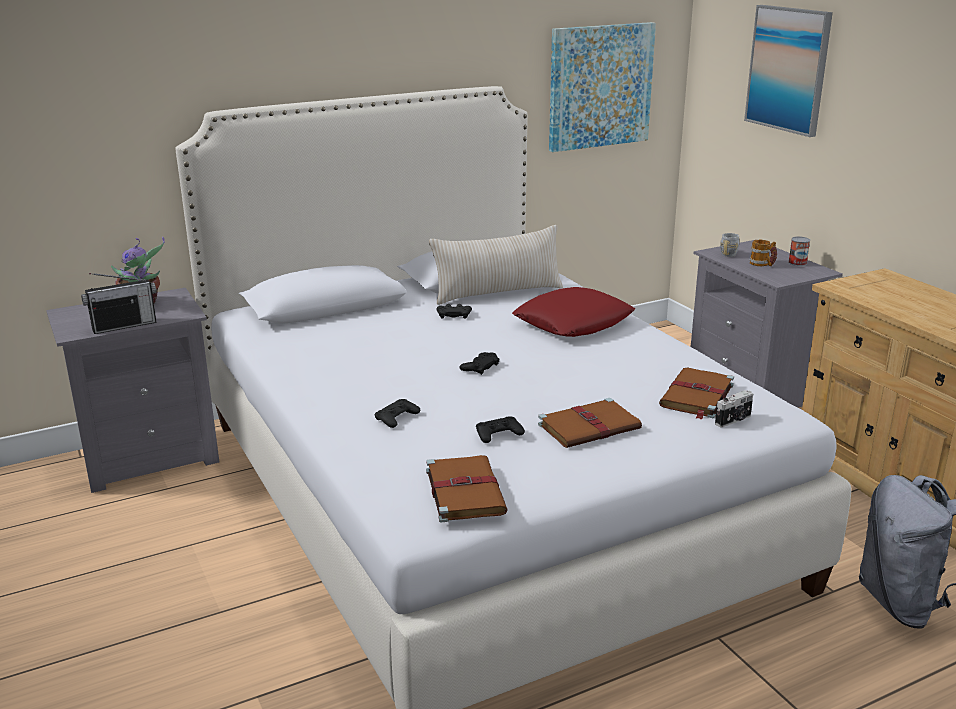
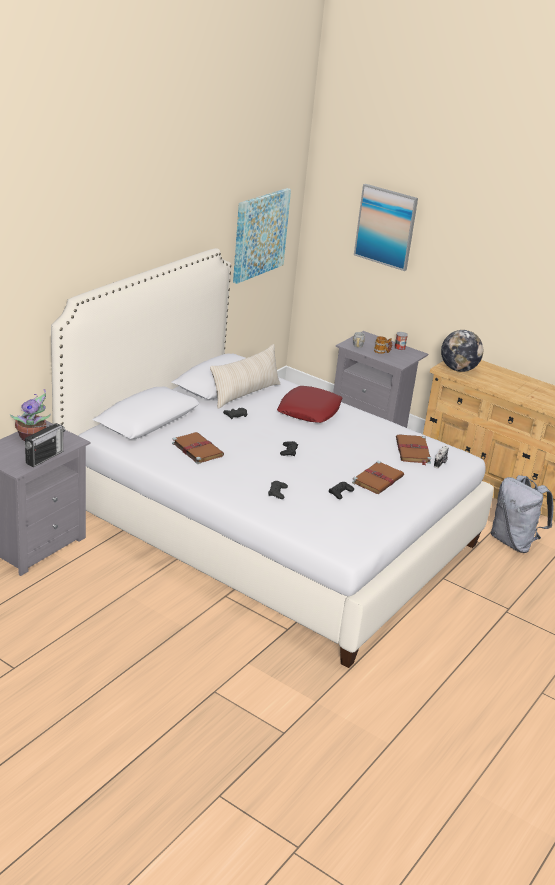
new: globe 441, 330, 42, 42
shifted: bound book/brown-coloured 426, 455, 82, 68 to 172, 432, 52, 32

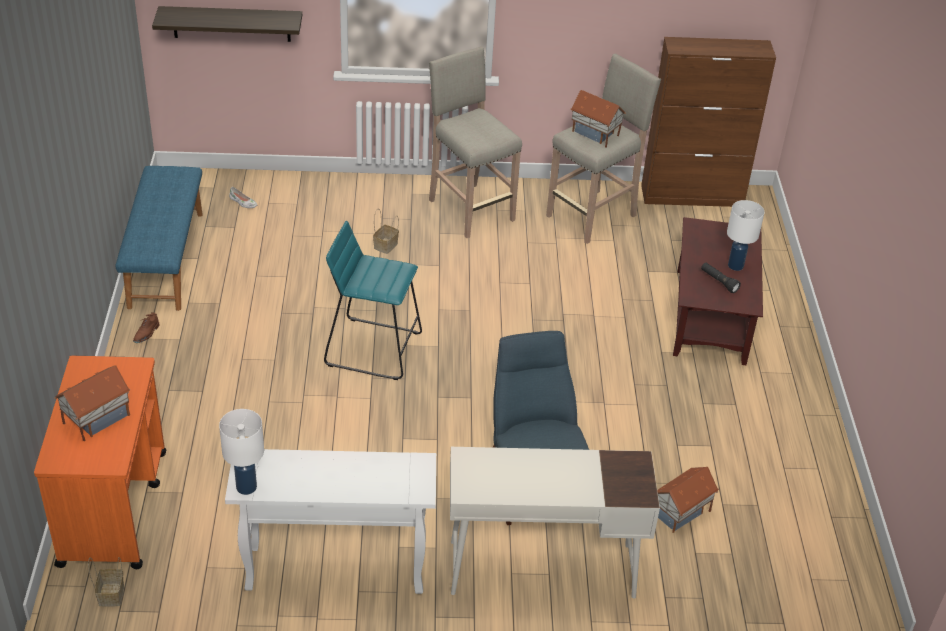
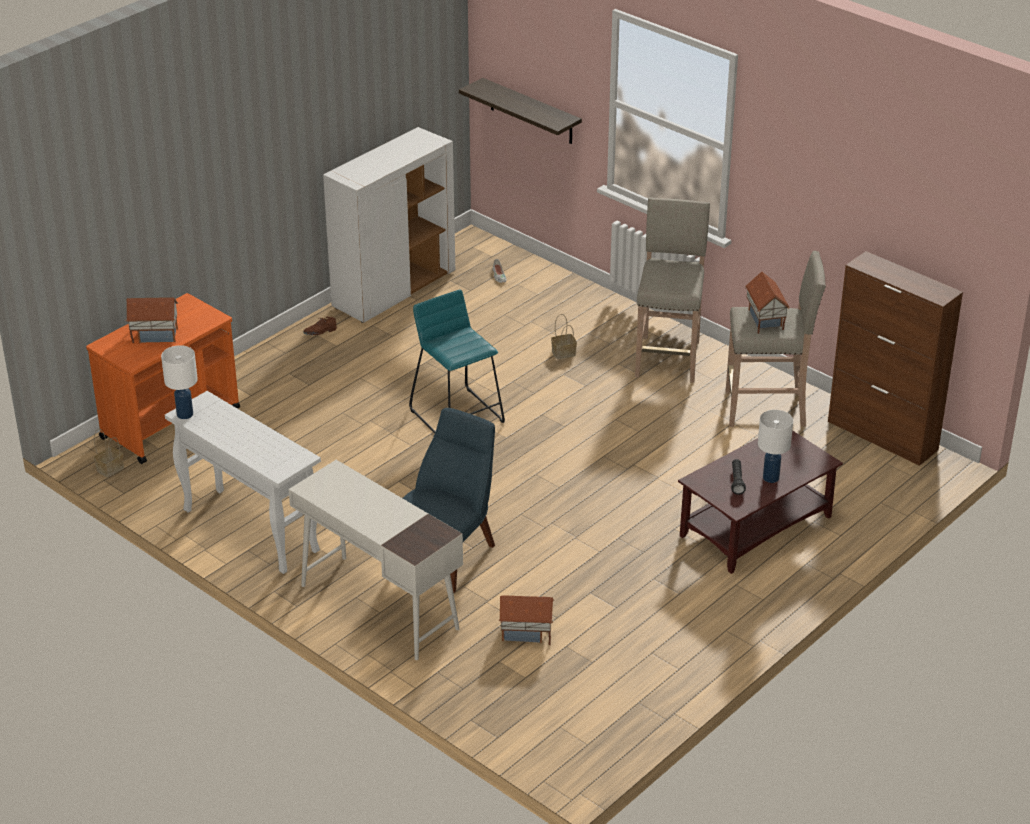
swapped: bench/blue-coloured 115, 166, 88, 145 to cabinet/white 323, 127, 132, 196

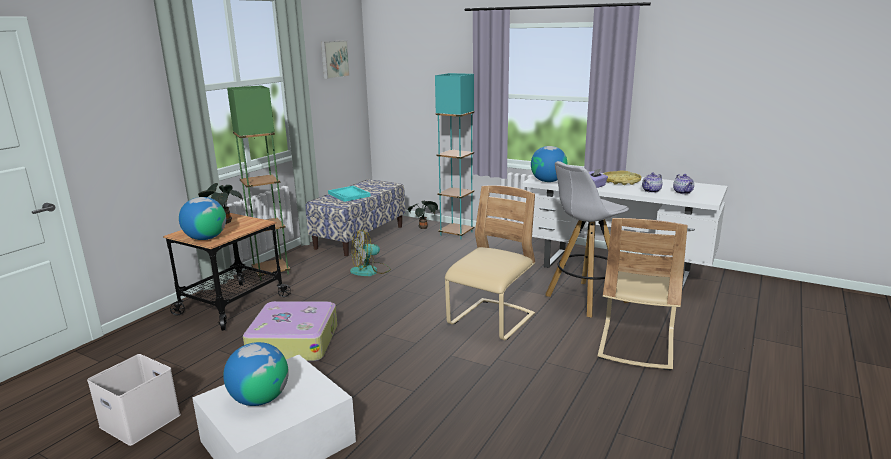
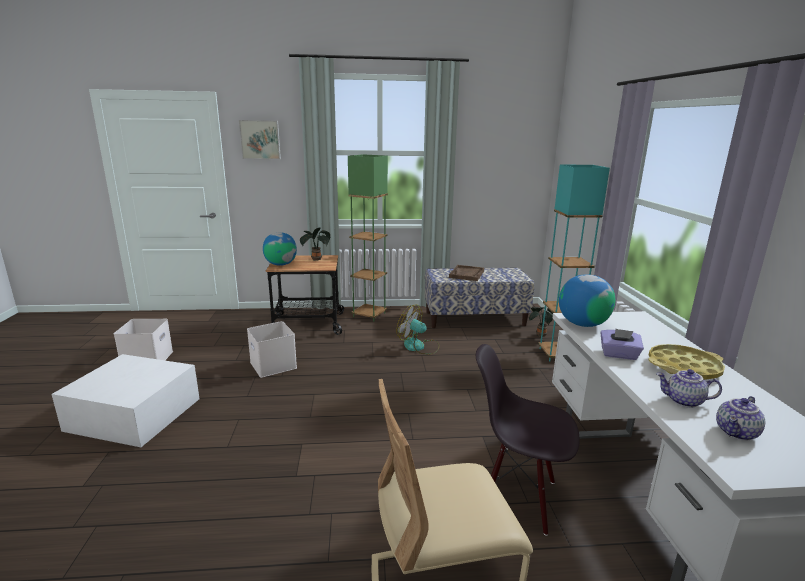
gone: globe 223, 342, 66, 64; plain chair/beige 445, 185, 90, 155
shifted: wall art 321, 40, 29, 39 to 239, 120, 42, 39
swapped: piece of luggage 243, 301, 94, 61 to storage box/white 247, 321, 50, 57; stool/white 545, 161, 84, 157 to plain chair/blackish 476, 344, 104, 192
repainted: carrying tray/blue-green 328, 186, 43, 16 to carrying tray/brown-coloured 449, 265, 35, 16

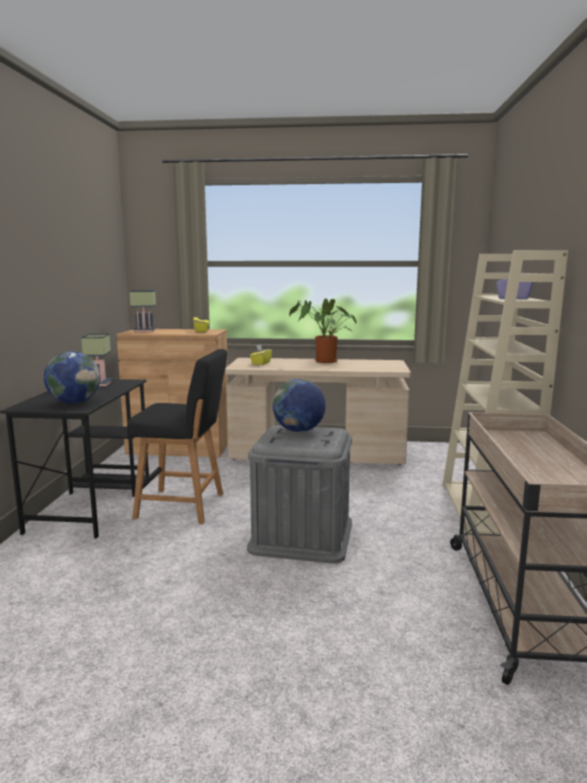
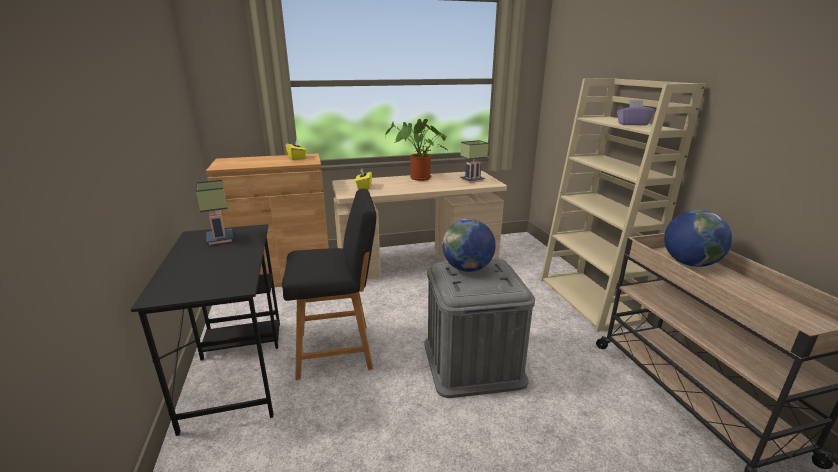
shifted: globe 44, 351, 56, 53 to 664, 210, 68, 57; table lamp 129, 290, 27, 42 to 460, 140, 28, 43

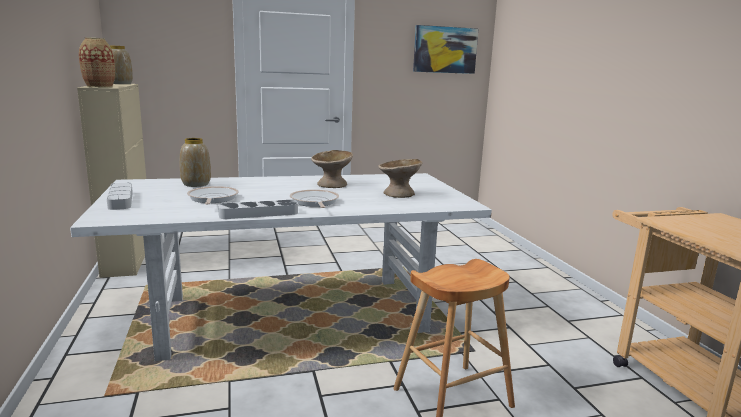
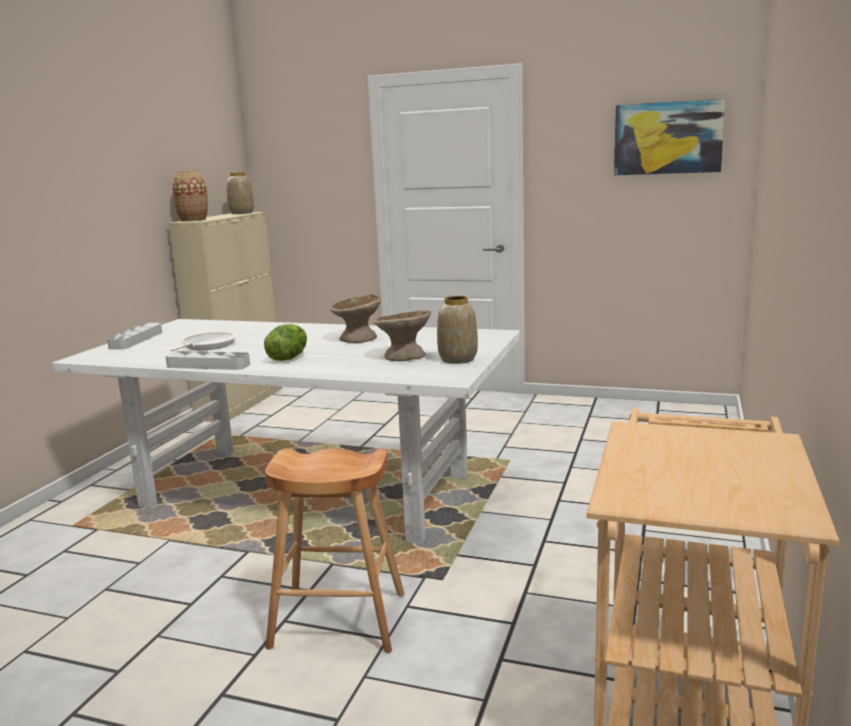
shifted: decorative vase 180, 138, 31, 49 to 437, 296, 41, 68
swapped: frying pan 290, 190, 49, 18 to lettuce 264, 324, 43, 37

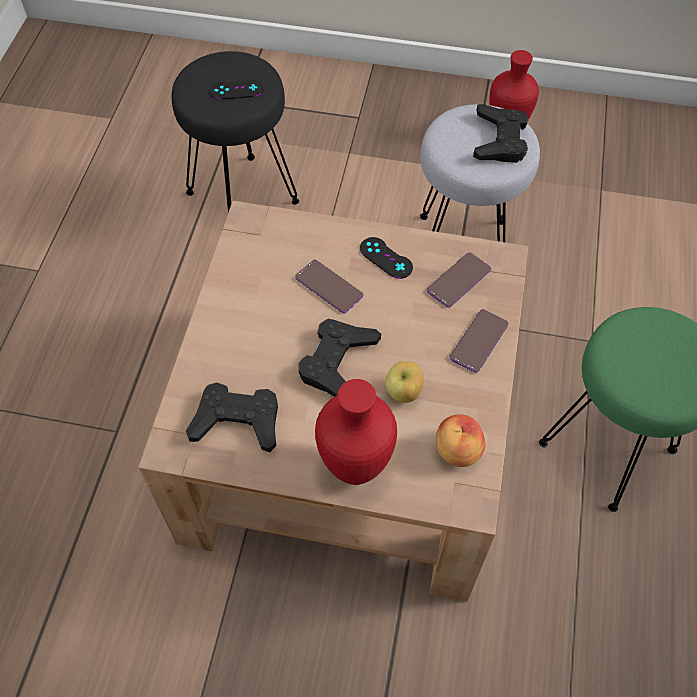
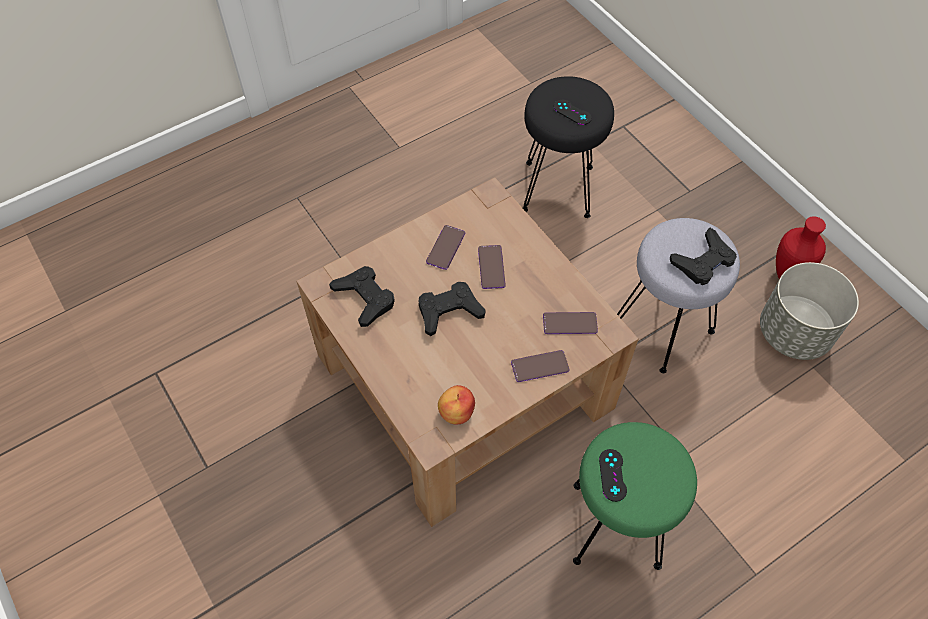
gone: decorative vase/reddish 315, 379, 82, 106; apple 385, 361, 39, 42
new: telephone 426, 225, 39, 45; plant pot/gray 760, 262, 99, 98
shifted: game controller/blackish 360, 237, 53, 42 to 599, 449, 28, 53

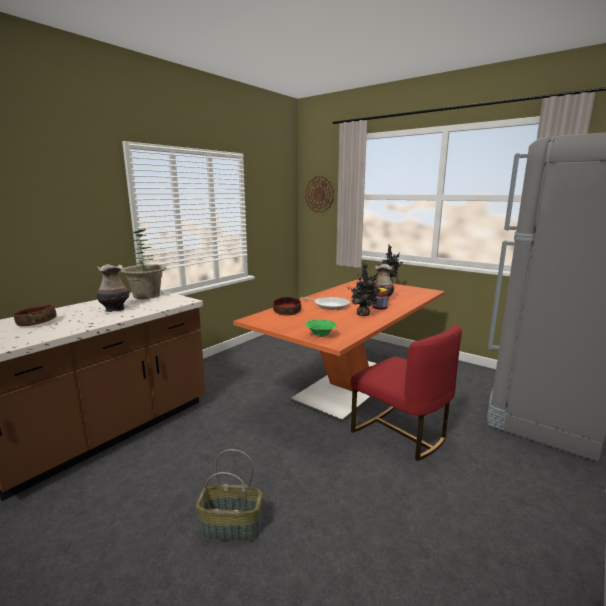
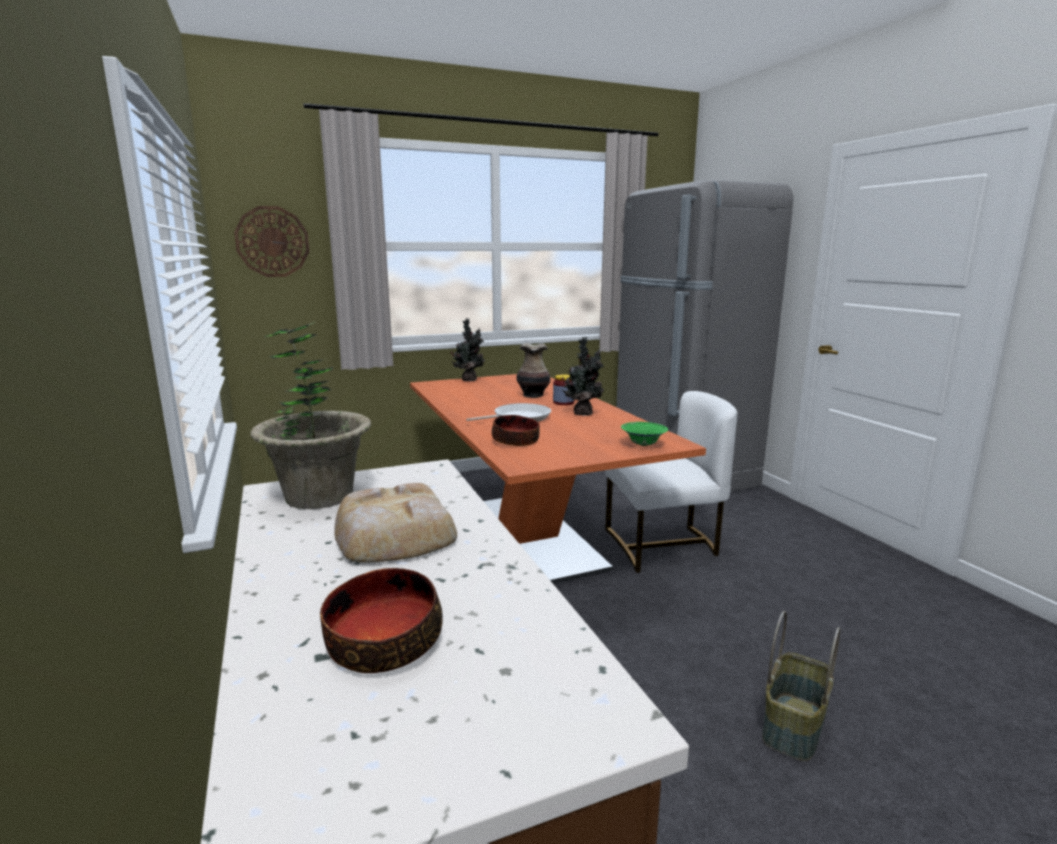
swapped: decorative vase 97, 264, 32, 48 to bakery bread 334, 483, 123, 80
repainted: plain chair/reddish 351, 325, 111, 136 to plain chair/white 605, 391, 132, 182

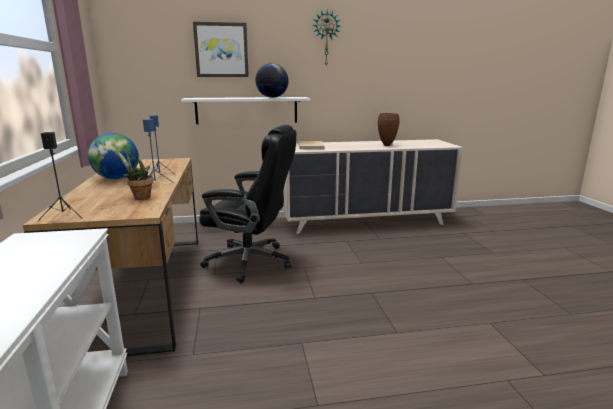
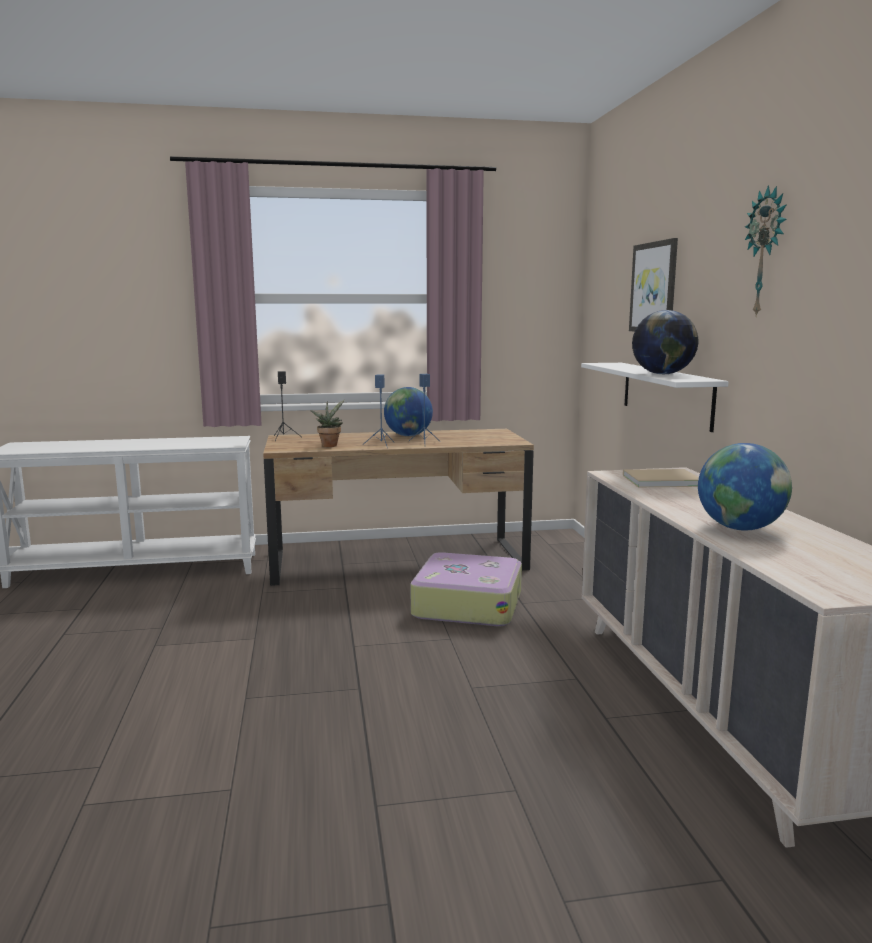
swapped: office chair/blackish 199, 125, 97, 158 to piece of luggage 411, 552, 111, 74; decorative vase/brown-coloured 378, 113, 21, 33 to globe 698, 443, 94, 87

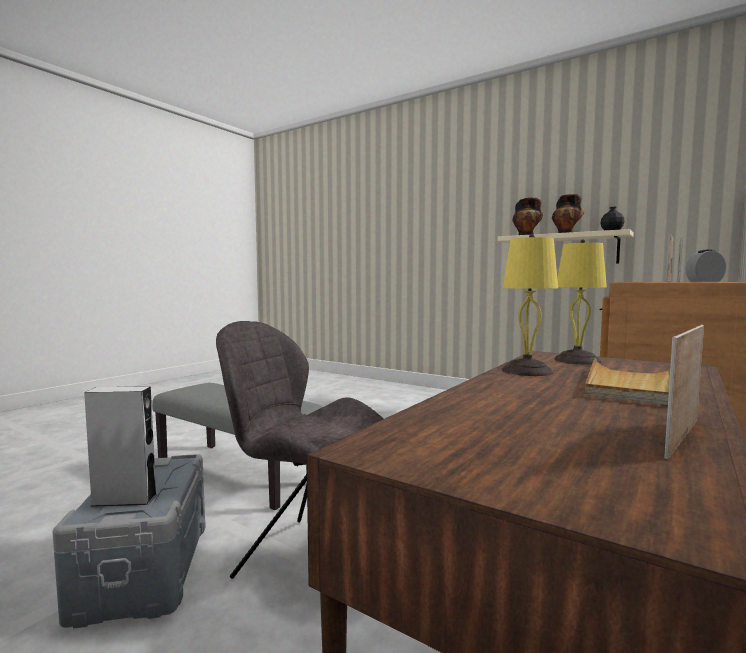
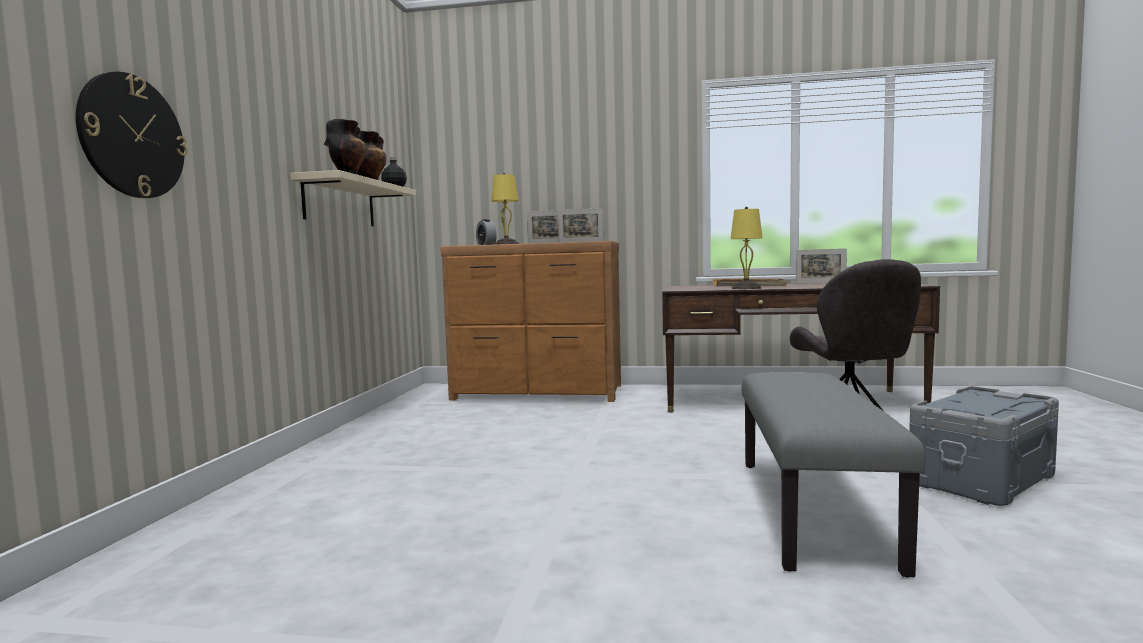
gone: loudspeaker/gray 84, 386, 73, 121
new: clock on the wall 76, 72, 111, 126
shifted: table lamp/yellow 554, 239, 53, 126 to 491, 173, 28, 72

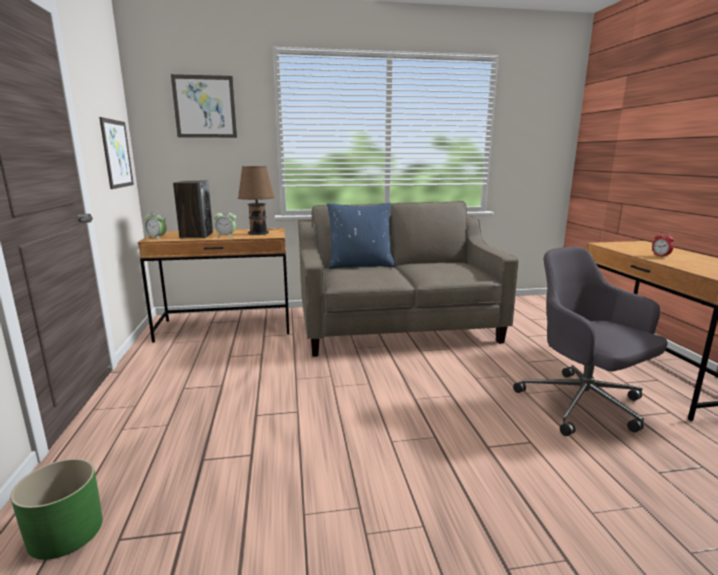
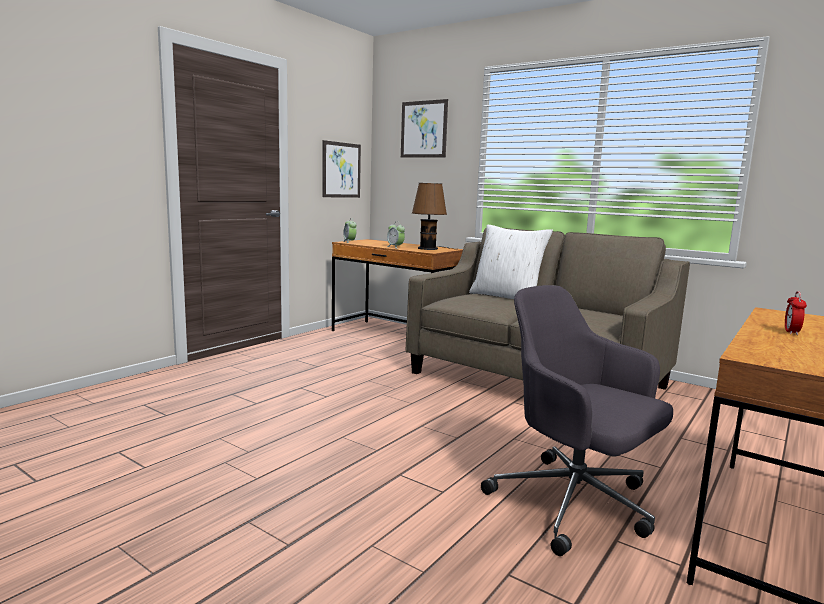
gone: plant pot/green-coloured 11, 459, 92, 101; loudspeaker 173, 180, 40, 59
repainted: cushion/blue-coloured 327, 203, 68, 66 to cushion/white 469, 225, 84, 74
rotated: office chair/gray 513, 247, 155, 189 = 481, 285, 192, 271 60 degrees counterclockwise

